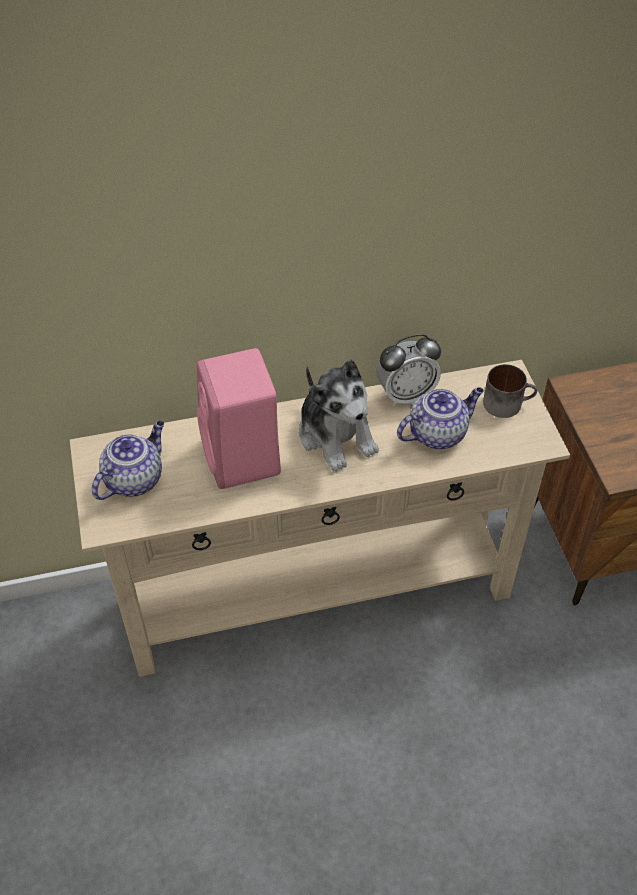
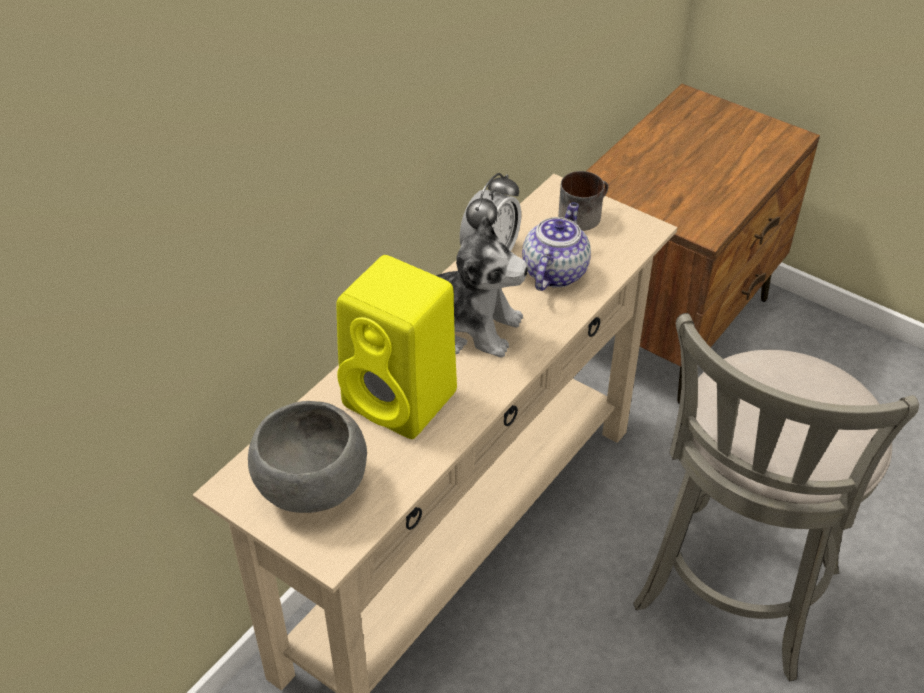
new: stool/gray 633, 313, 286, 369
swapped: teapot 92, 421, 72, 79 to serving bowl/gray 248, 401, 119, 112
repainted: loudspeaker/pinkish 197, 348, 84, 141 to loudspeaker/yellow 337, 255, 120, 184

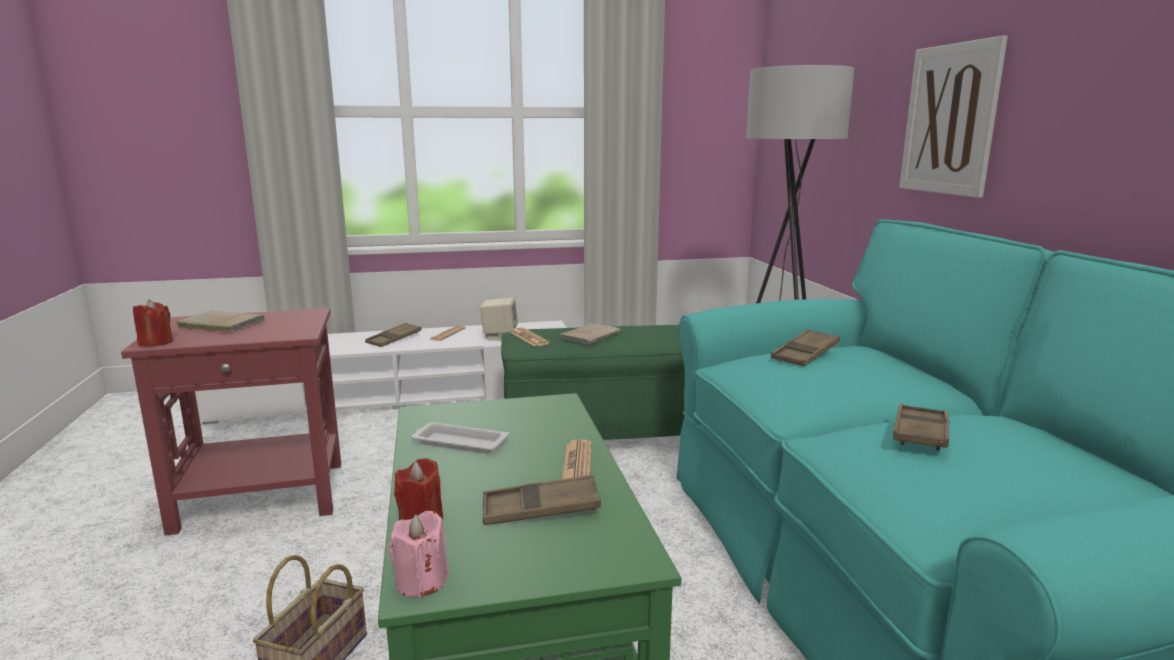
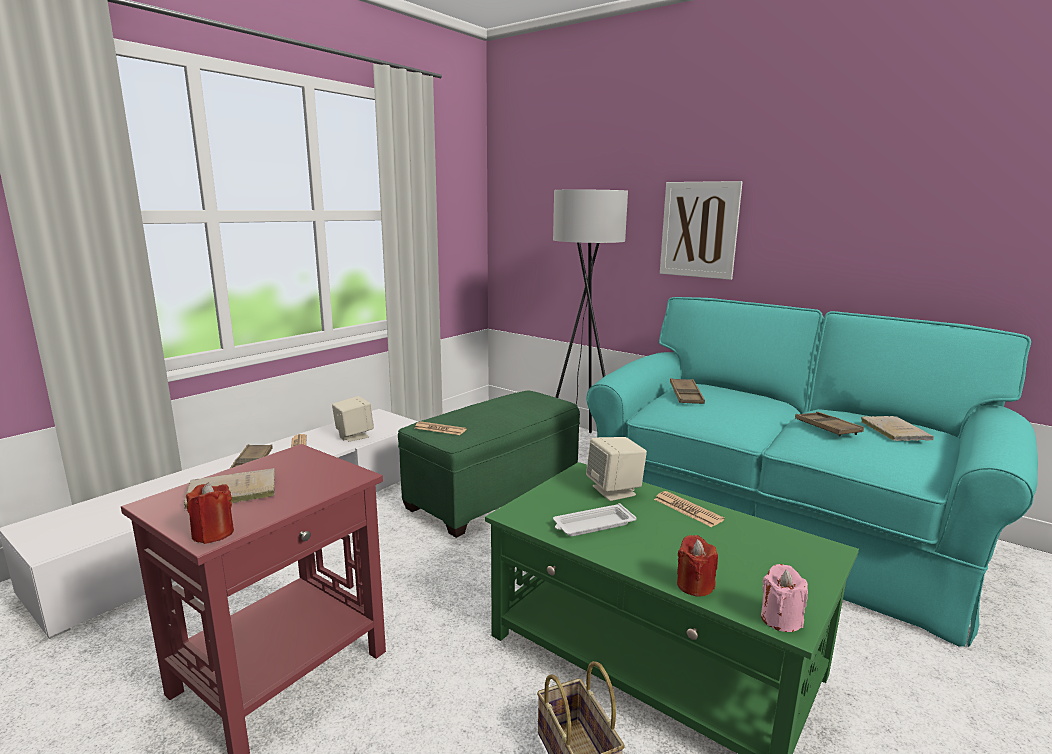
gone: carrying tray/brown-coloured 483, 475, 118, 50
new: loudspeaker/beige 586, 437, 61, 64
shifted: bound book/beige 559, 323, 62, 22 to 861, 416, 73, 25

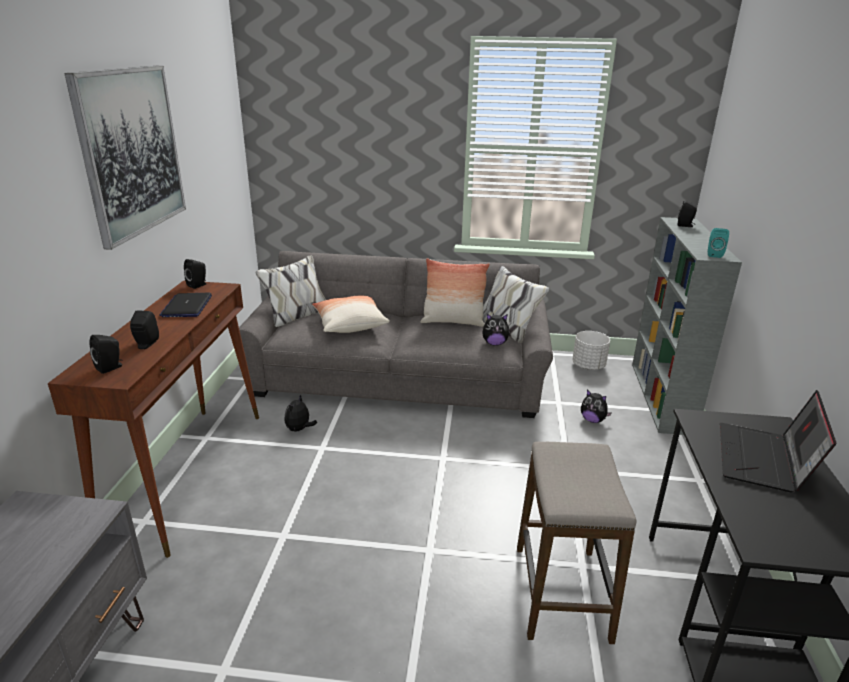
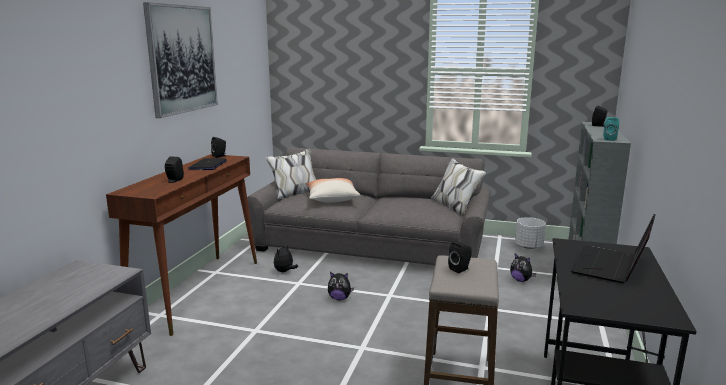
gone: cushion 421, 258, 69, 69
shifted: loudspeaker/blackish 90, 335, 33, 39 to 448, 241, 24, 32; plush toy 482, 314, 28, 32 to 328, 272, 26, 29

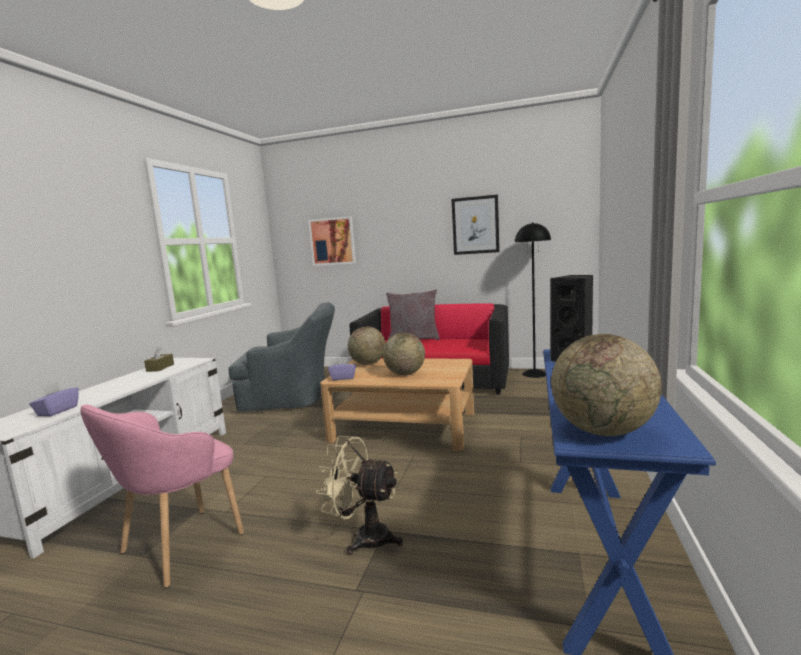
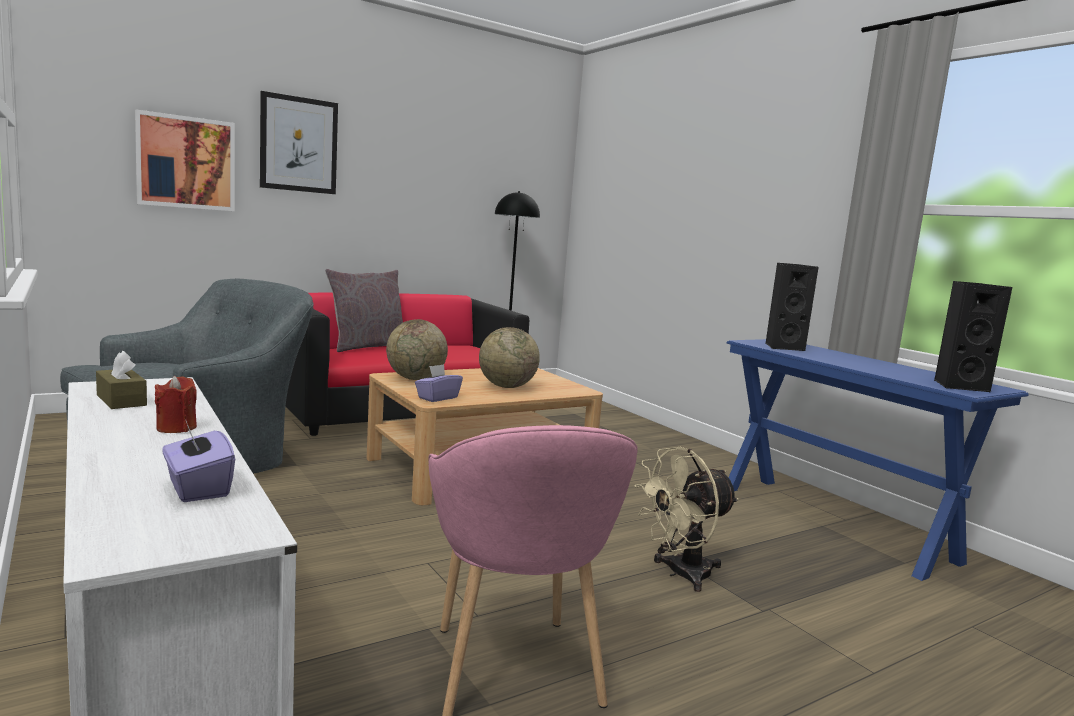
new: wax light/reddish 155, 376, 42, 57
shifted: wall art 452, 195, 48, 60 to 260, 91, 78, 103
swapped: globe 551, 334, 111, 102 to loudspeaker/blackish 934, 281, 78, 111

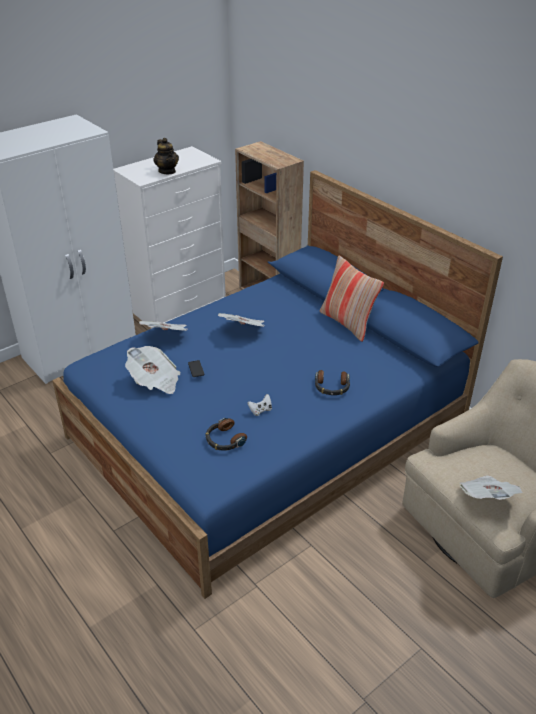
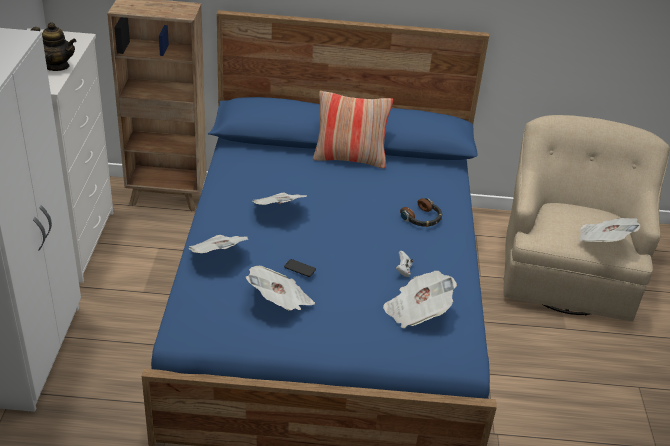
swapped: pair of headphones 206, 418, 41, 33 to newspaper 383, 271, 74, 57

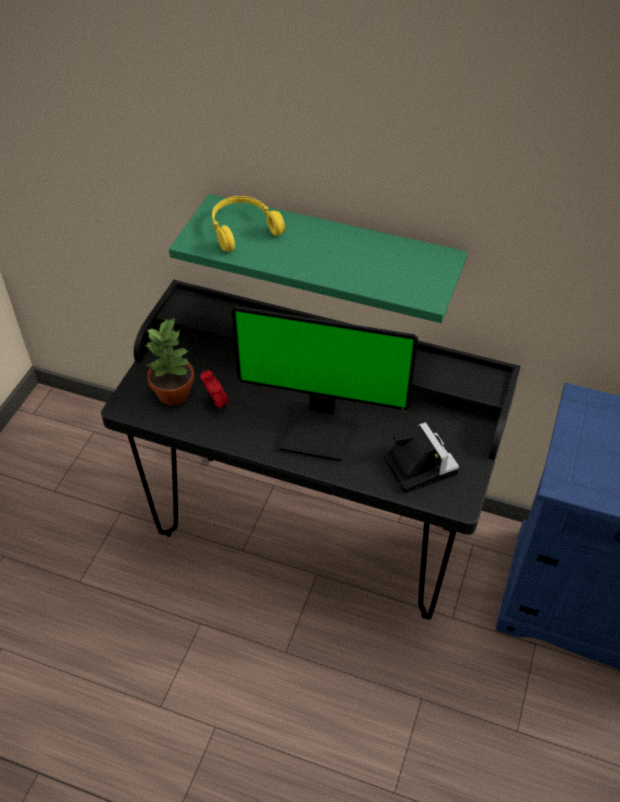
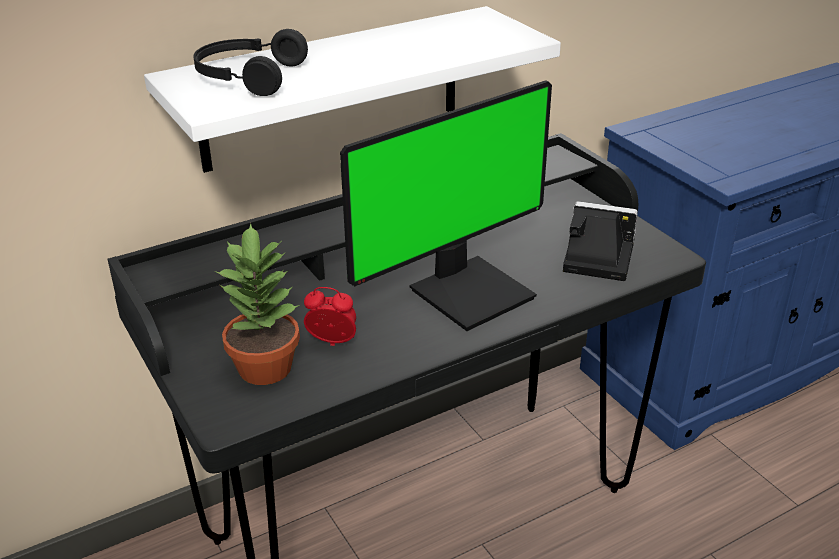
repainted: bracket shelf/green-coloured 169, 194, 298, 129 to bracket shelf/white 144, 6, 417, 167; pair of headphones/yellow 212, 196, 73, 55 to pair of headphones/blackish 193, 29, 115, 67

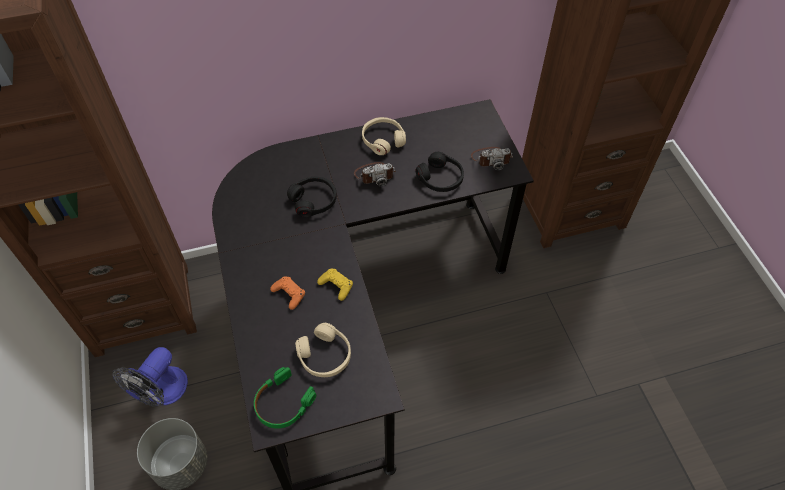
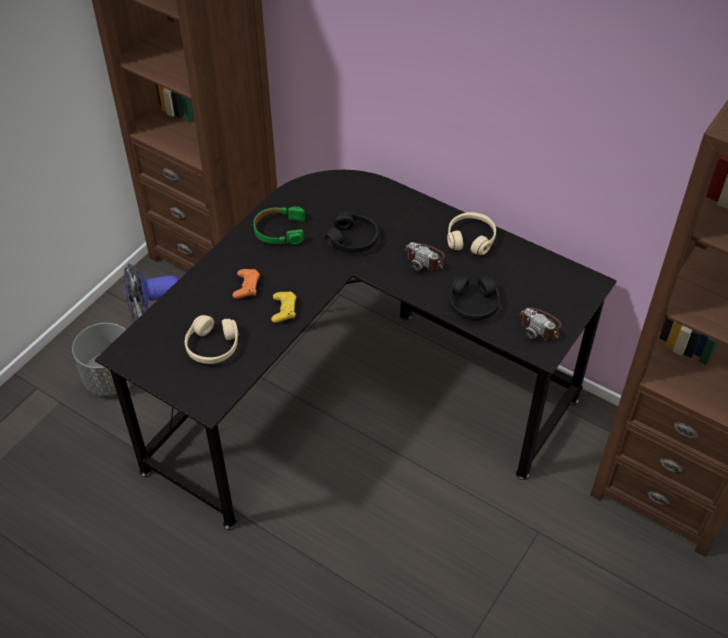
shifted: pair of headphones/green-coloured 254, 367, 62, 62 to 253, 206, 52, 38

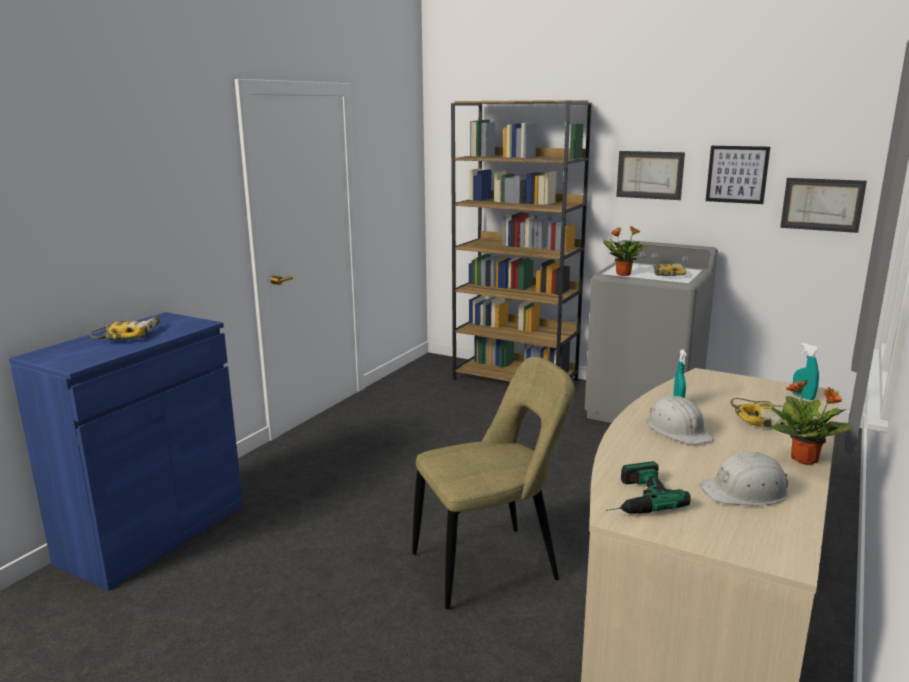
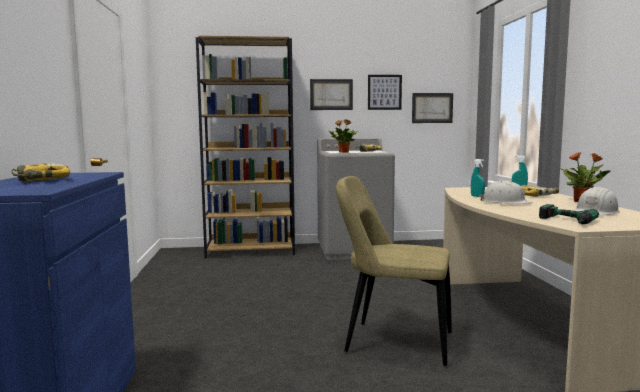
rotated: plain chair/beige 412, 357, 162, 252 = 336, 176, 116, 190 105 degrees counterclockwise

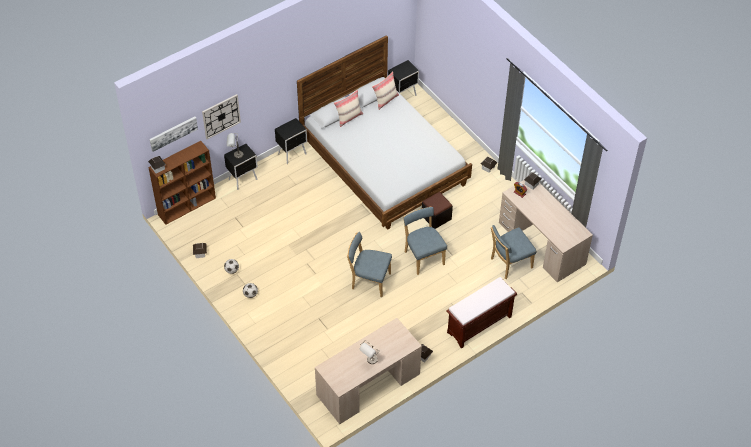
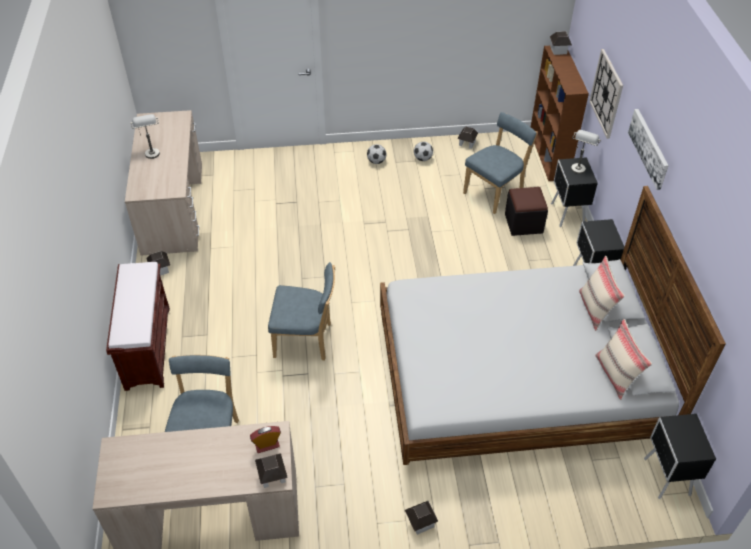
shifted: wall art 150, 117, 48, 35 to 628, 109, 41, 81; plain chair/blue-coloured 347, 232, 45, 65 to 463, 112, 75, 102; footrest/blackish 422, 192, 31, 37 to 505, 187, 43, 49

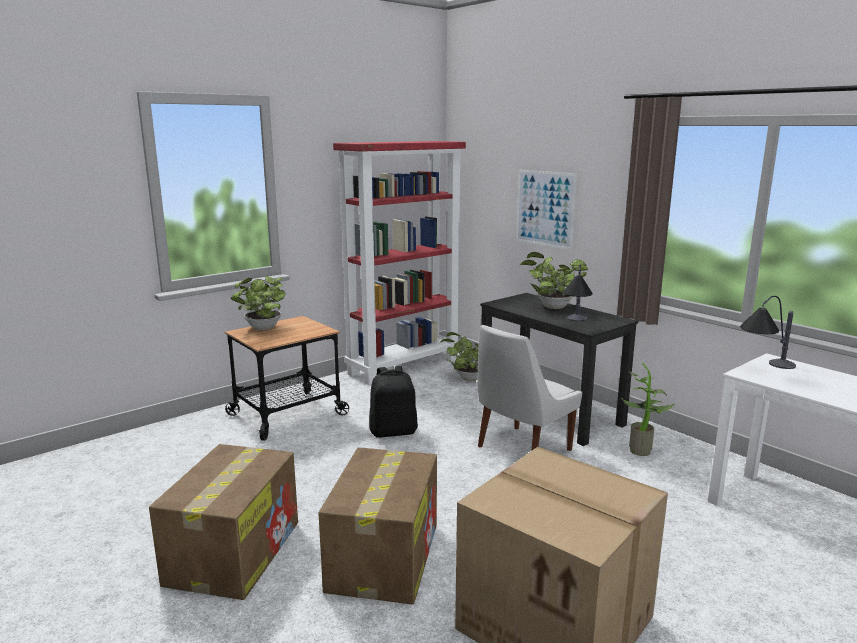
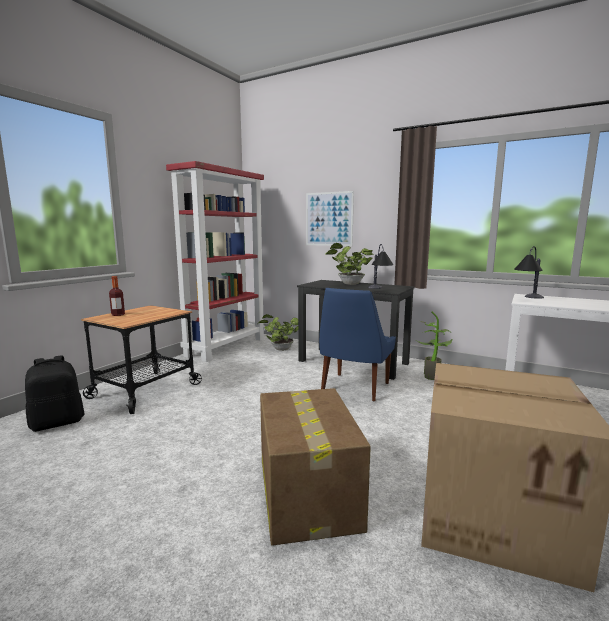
gone: cardboard box 149, 444, 149, 156
shifted: knapsack/blackish 369, 366, 49, 72 to 25, 355, 60, 77
swapped: plant in a pot 231, 276, 55, 54 to drink bottle 109, 276, 16, 40
repainted: plain chair/white 478, 325, 104, 126 to plain chair/blue-coloured 319, 288, 77, 113

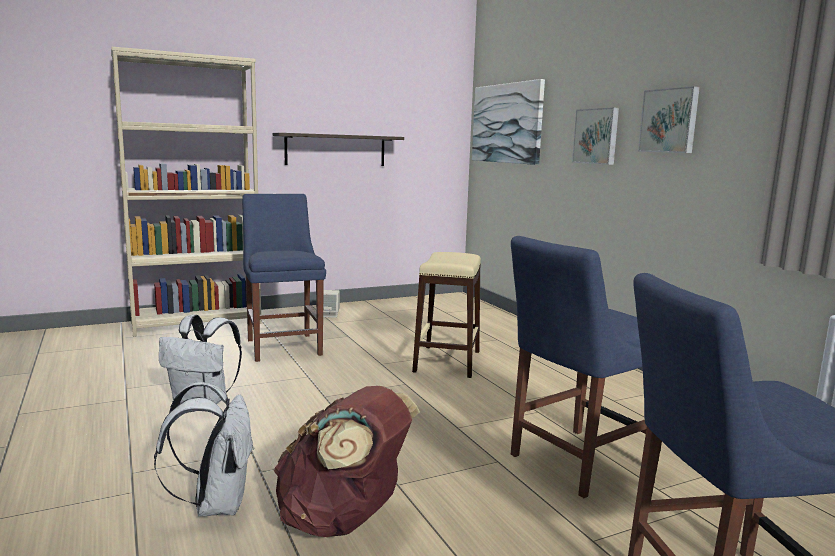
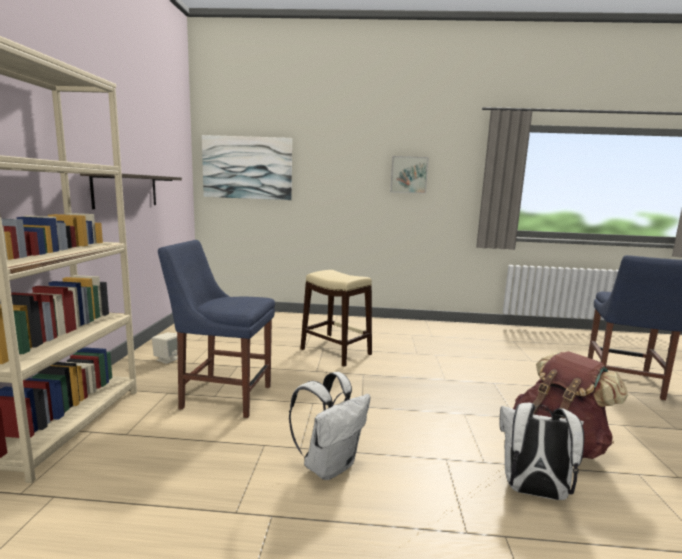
gone: plain chair/blue-coloured 511, 236, 136, 262; wall art 572, 108, 47, 57

